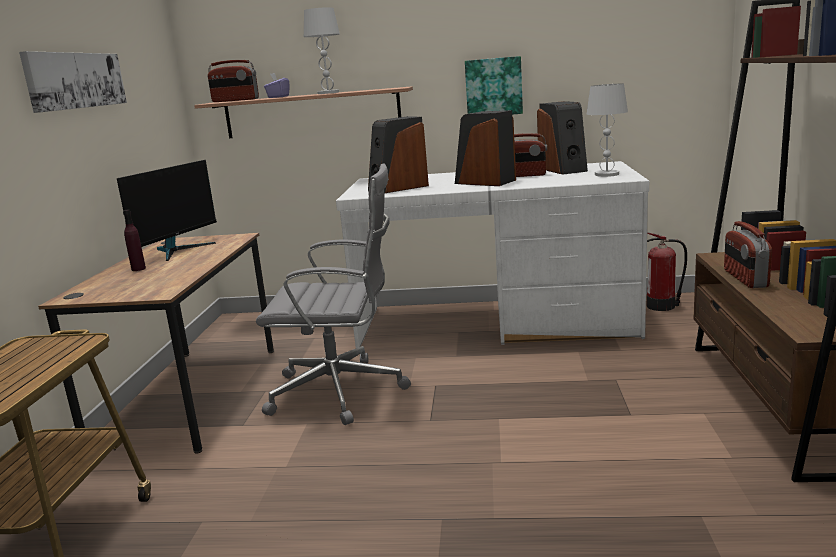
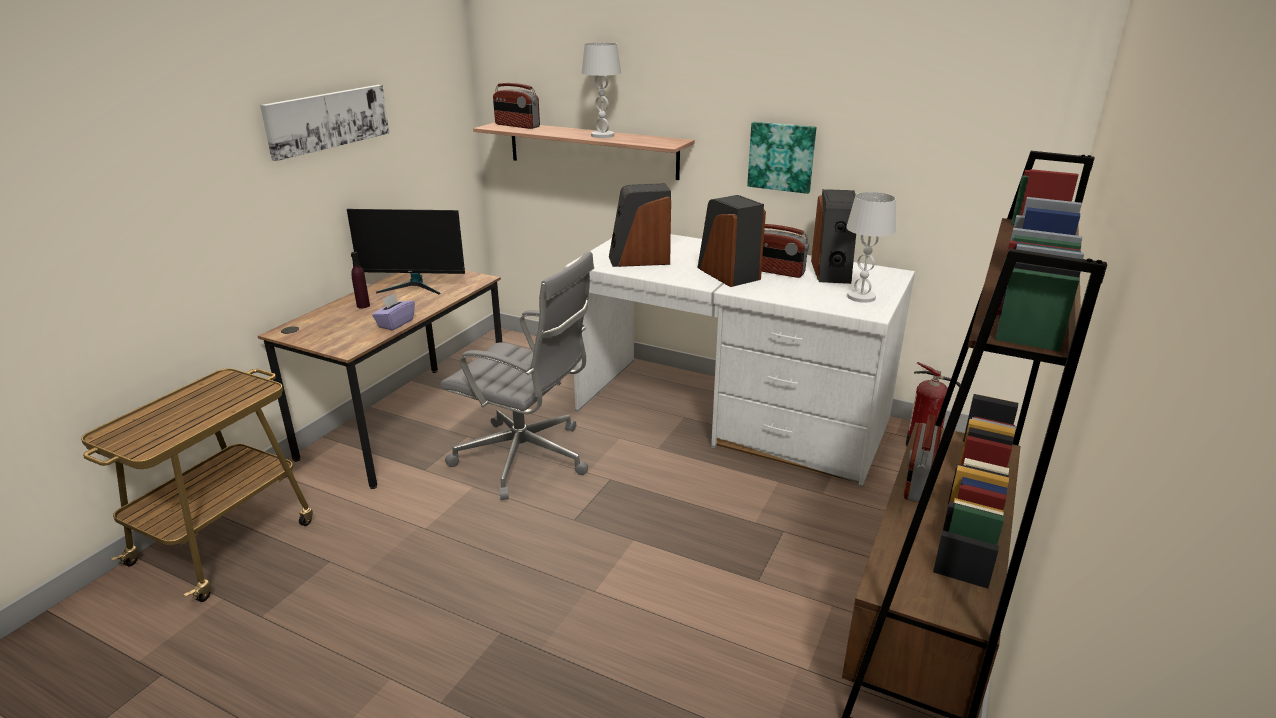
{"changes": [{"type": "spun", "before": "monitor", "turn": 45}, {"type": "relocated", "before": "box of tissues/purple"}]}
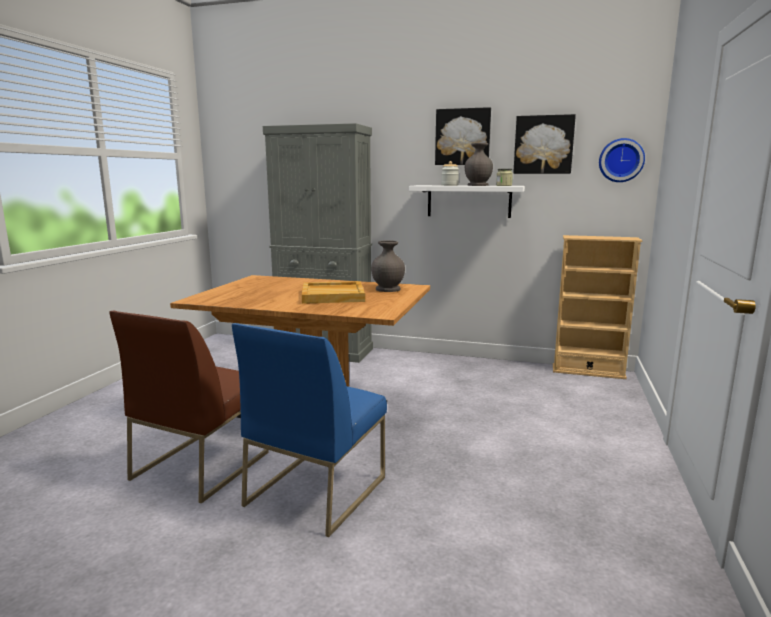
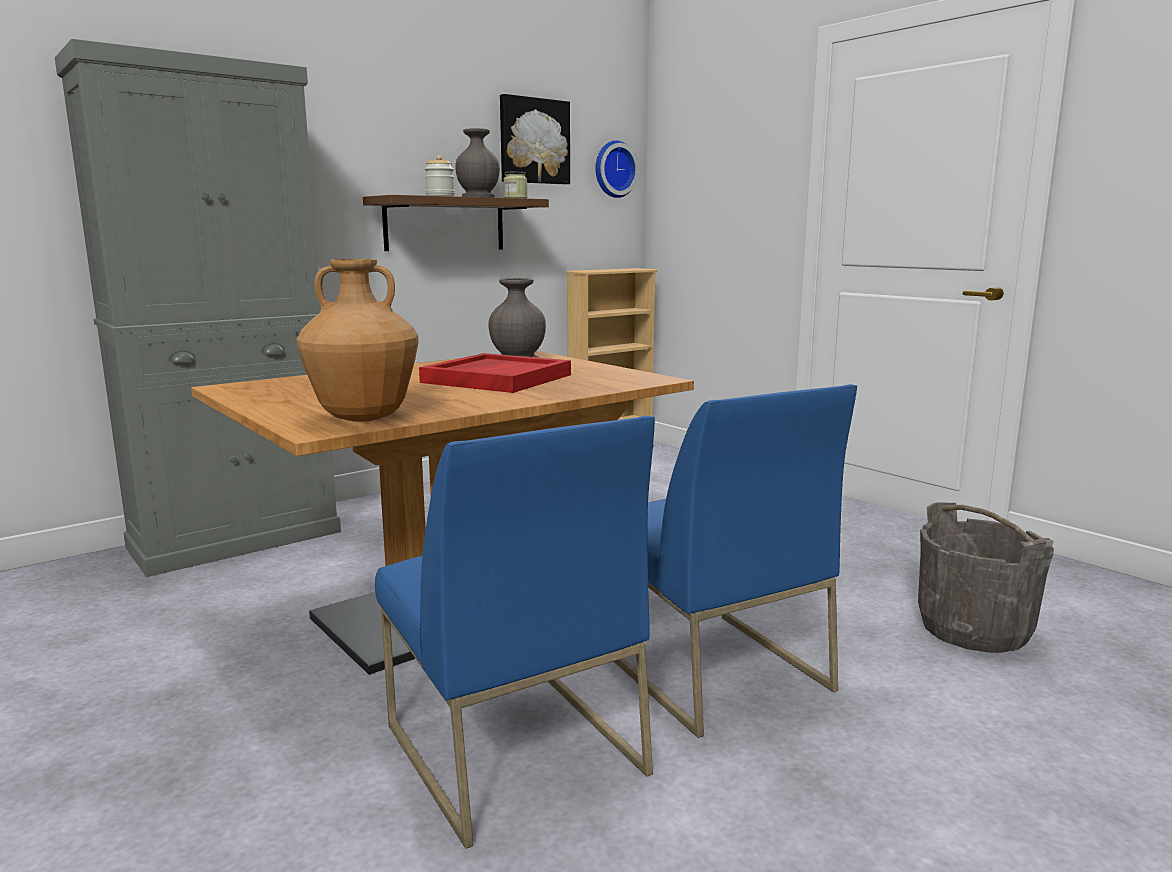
{"changes": [{"type": "colour", "before": "upright chair/brown", "after": "upright chair/blue-coloured (no. 1 from left)"}, {"type": "colour", "before": "carrying tray/beige", "after": "carrying tray/reddish"}, {"type": "colour", "before": "shelf/white", "after": "shelf/brown"}, {"type": "missing", "before": "wall picture (no. 1 from left)"}, {"type": "appeared", "after": "flower vase/brown"}, {"type": "appeared", "after": "pail/gray"}]}
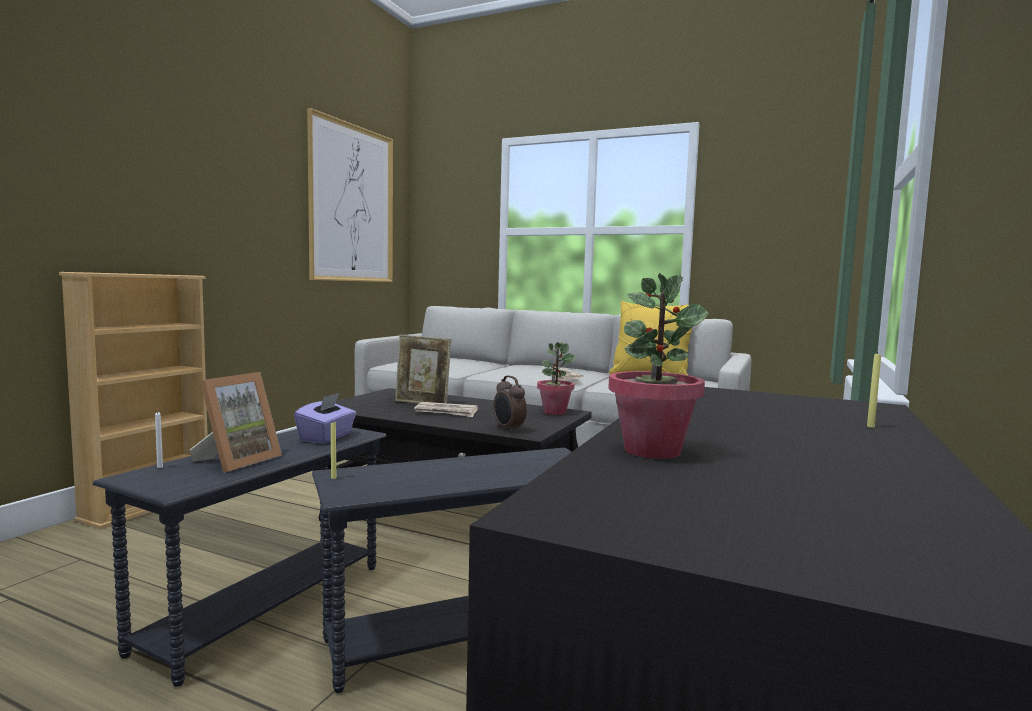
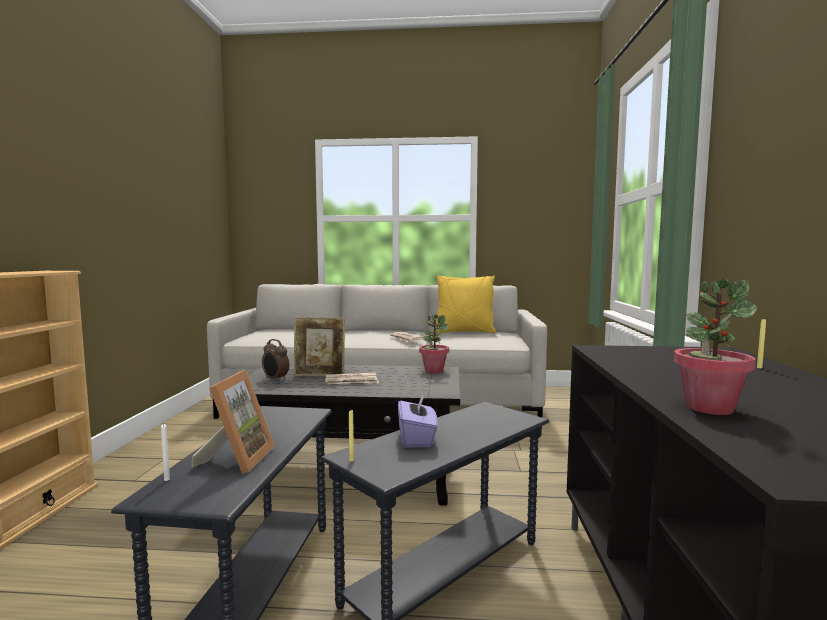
{"changes": [{"type": "relocated", "before": "box of tissues/purple"}, {"type": "missing", "before": "wall picture"}, {"type": "relocated", "before": "table clock"}]}
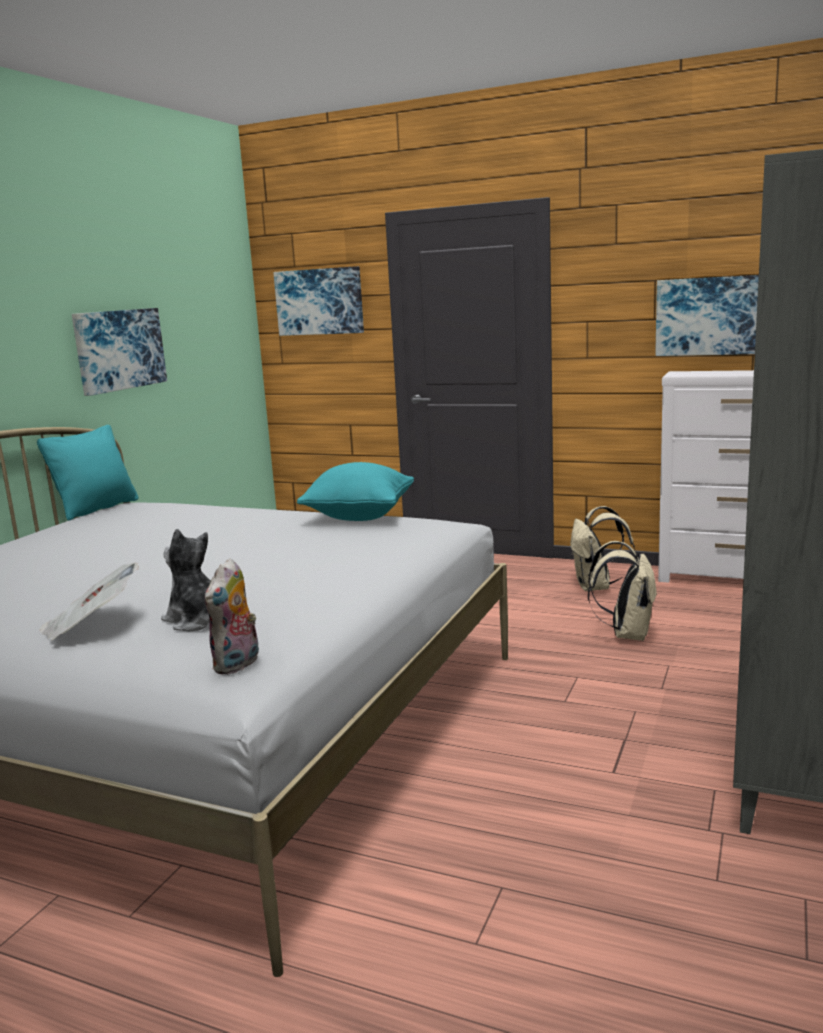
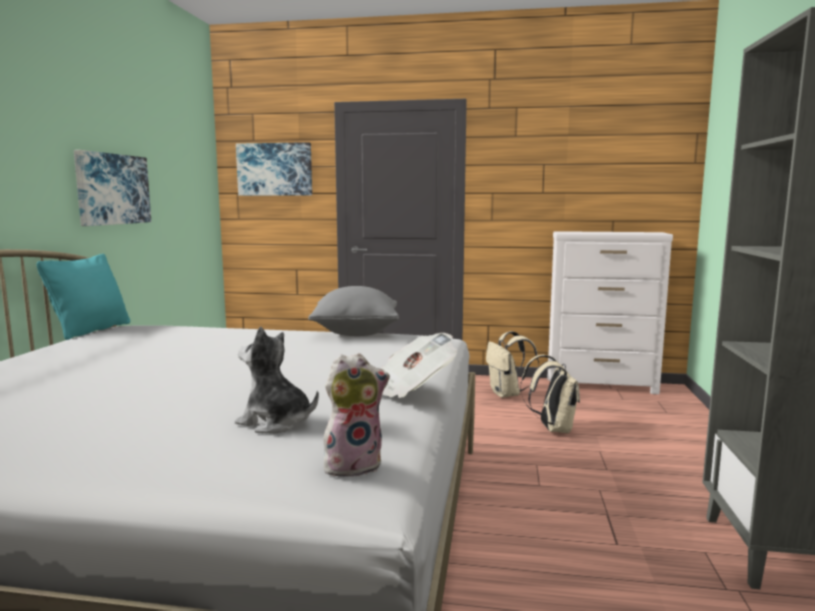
{"changes": [{"type": "relocated", "before": "newspaper"}, {"type": "spun", "before": "cuddly toy (no. 2 from left)", "turn": -120}, {"type": "colour", "before": "pillow/turquoise-coloured (no. 2 from left)", "after": "pillow/gray"}, {"type": "missing", "before": "wall picture (no. 3 from left)"}]}
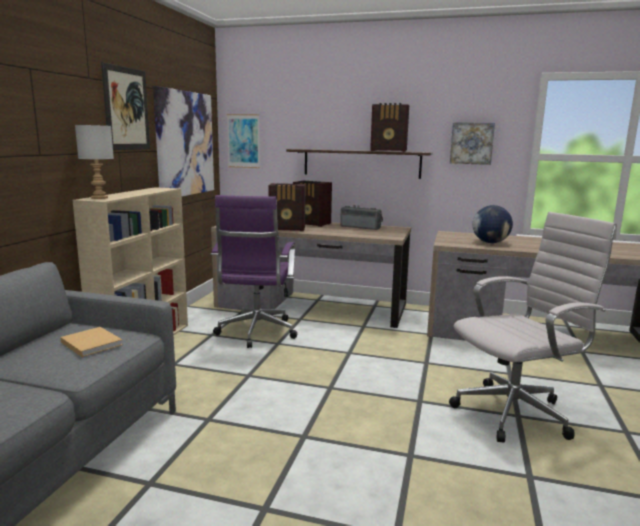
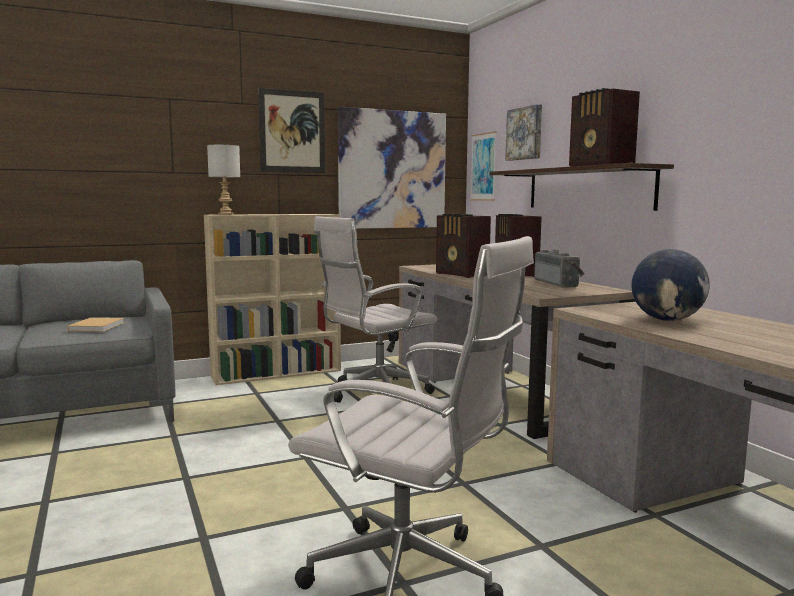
{"changes": [{"type": "colour", "before": "desk chair/purple", "after": "desk chair/white (no. 1 from left)"}, {"type": "relocated", "before": "wall picture (no. 4 from left)"}]}
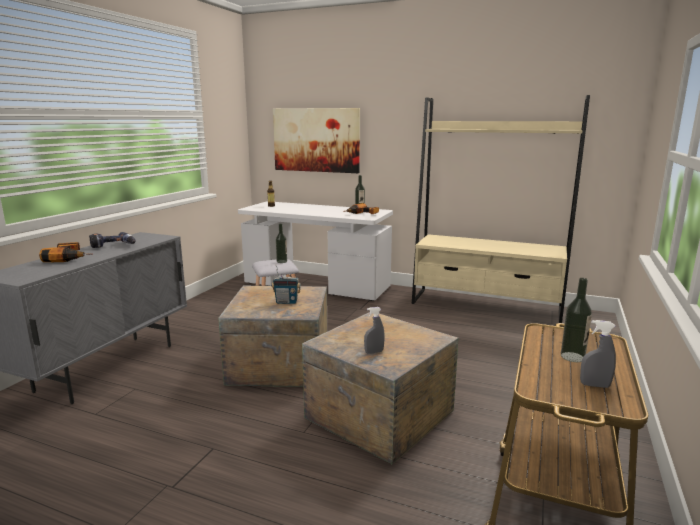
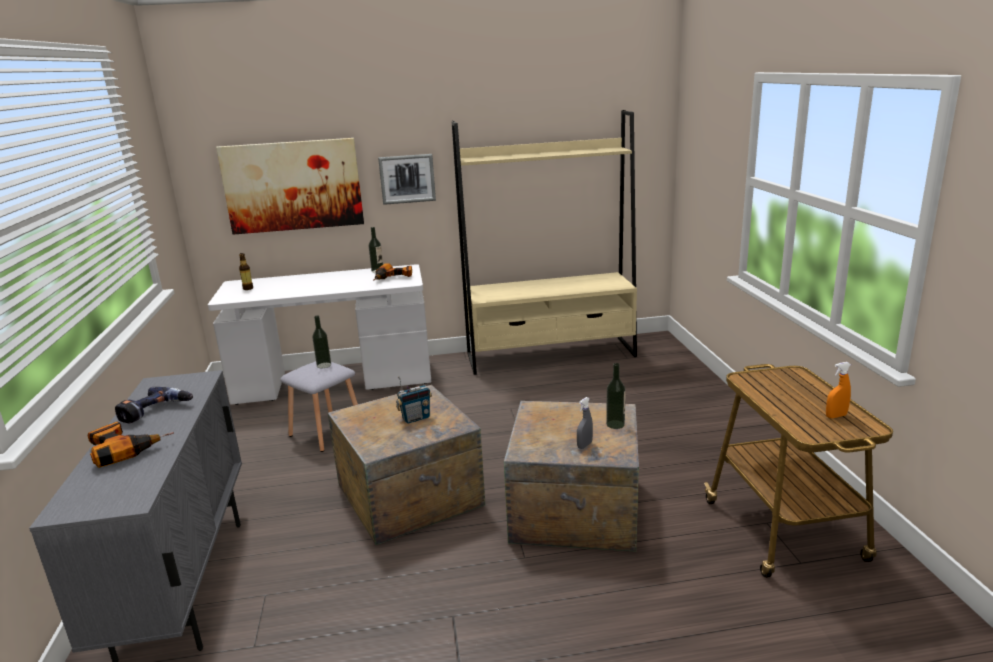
{"changes": [{"type": "relocated", "before": "drink bottle (no. 4 from left)"}, {"type": "colour", "before": "hand sprayer/gray (no. 2 from left)", "after": "hand sprayer/orange"}, {"type": "appeared", "after": "wall picture (no. 2 from left)"}]}
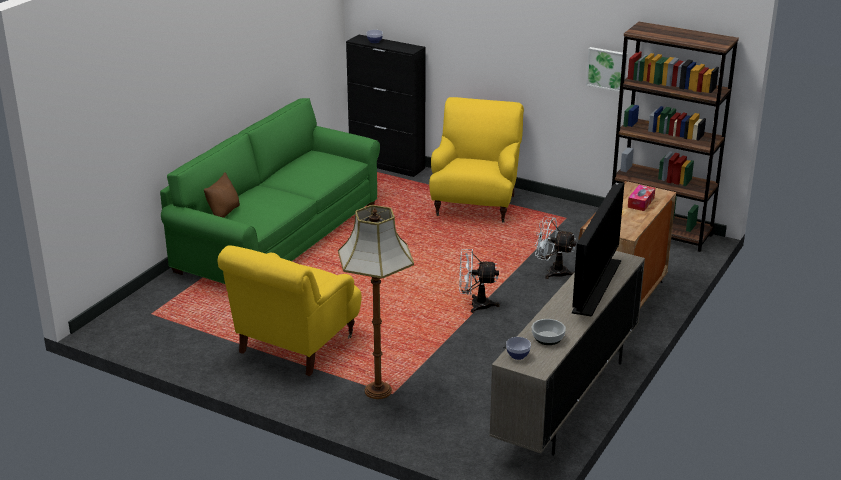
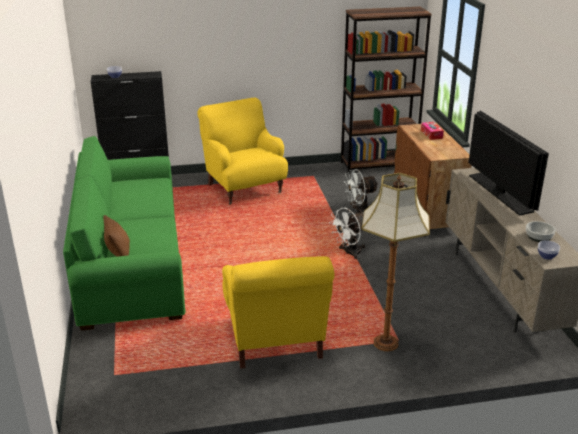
{"changes": [{"type": "missing", "before": "wall picture"}]}
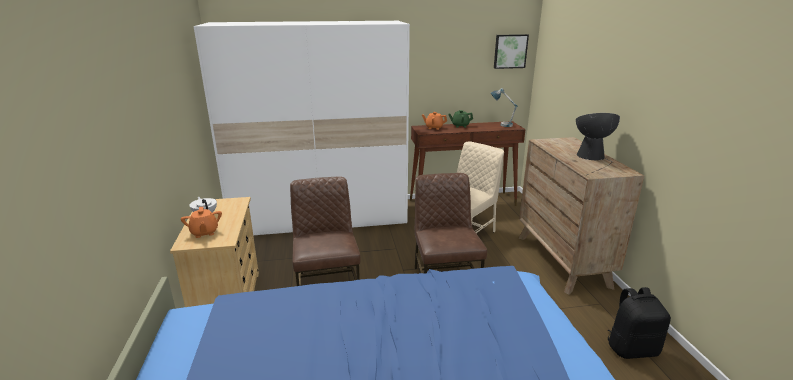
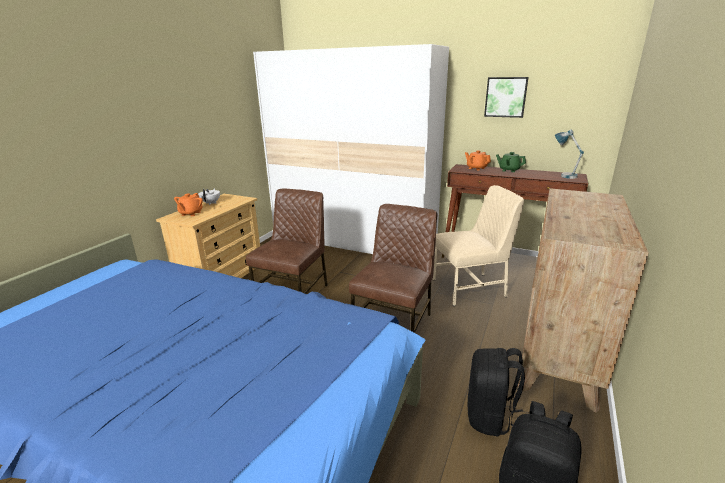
{"changes": [{"type": "relocated", "before": "wall picture"}, {"type": "missing", "before": "tabletop lamp (no. 2 from left)"}, {"type": "appeared", "after": "rucksack/blackish (no. 1 from left)"}]}
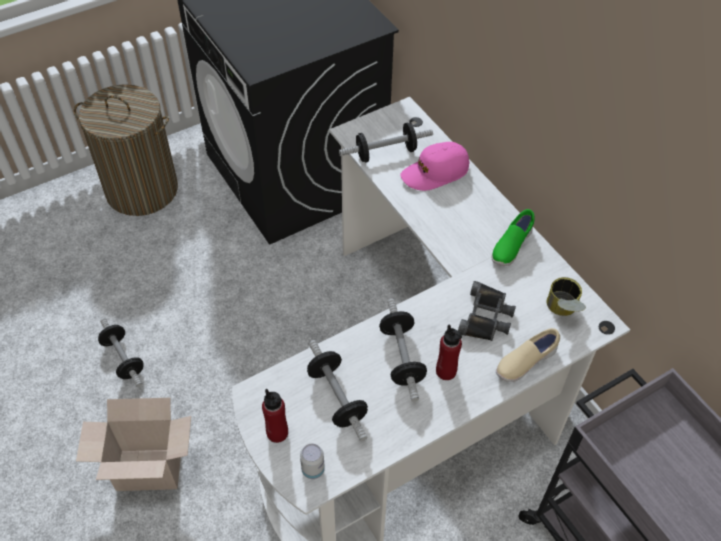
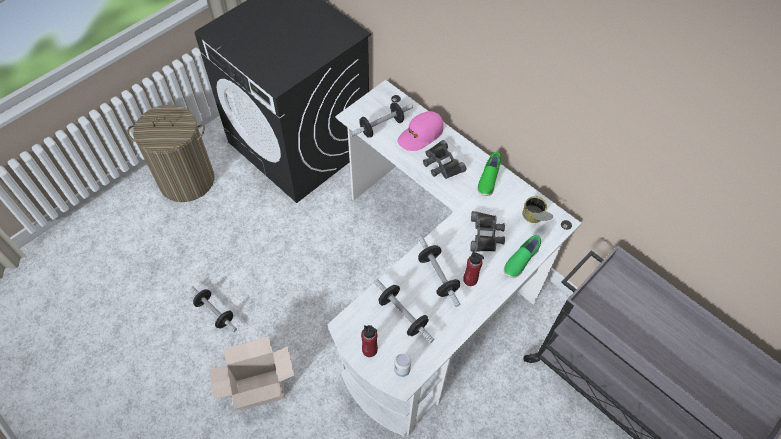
{"changes": [{"type": "colour", "before": "item of footwear/beige", "after": "item of footwear/green (no. 2 from left)"}, {"type": "appeared", "after": "pair of binoculars/blackish (no. 1 from left)"}]}
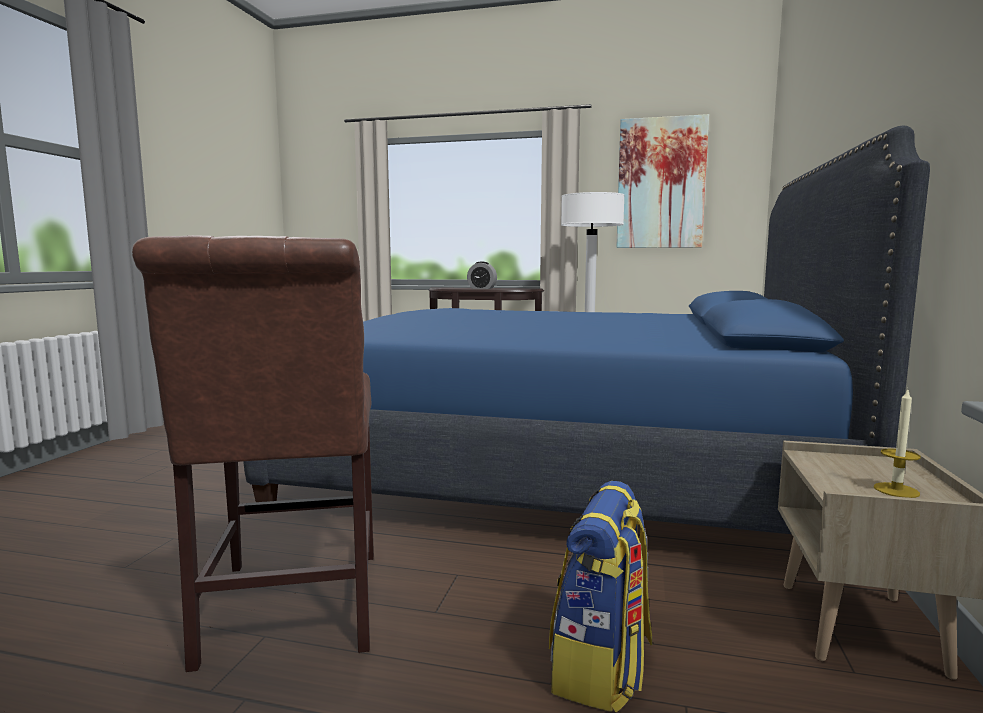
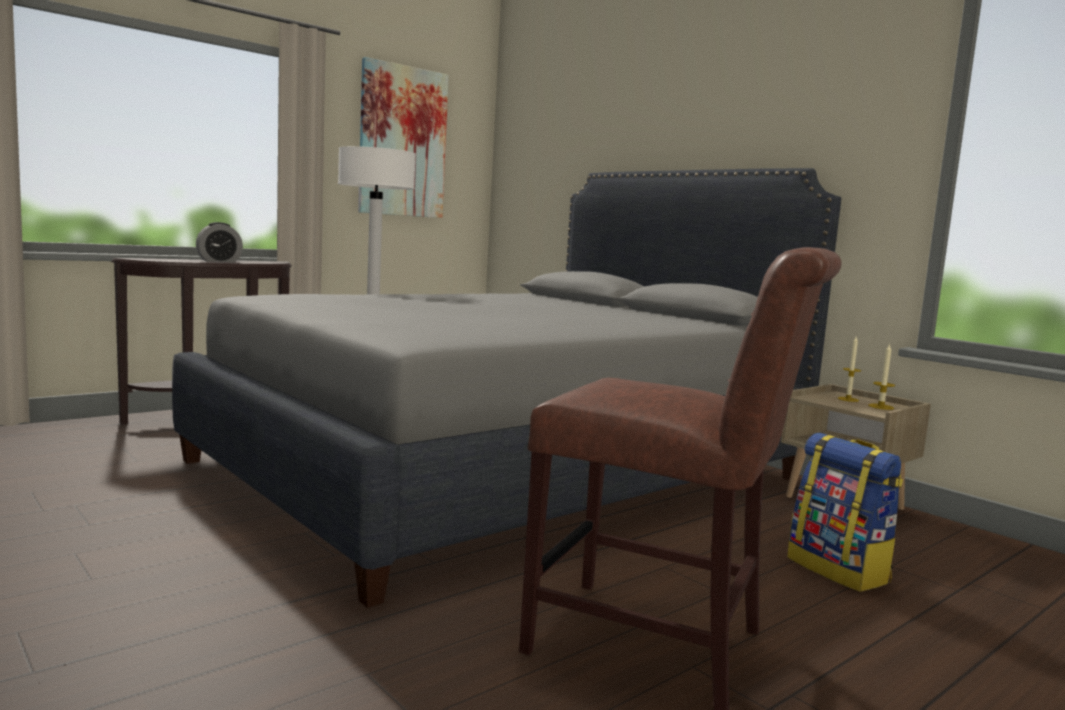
{"changes": [{"type": "colour", "before": "bedroom bed/blue-coloured", "after": "bedroom bed/gray"}, {"type": "appeared", "after": "candle (no. 1 from left)"}]}
